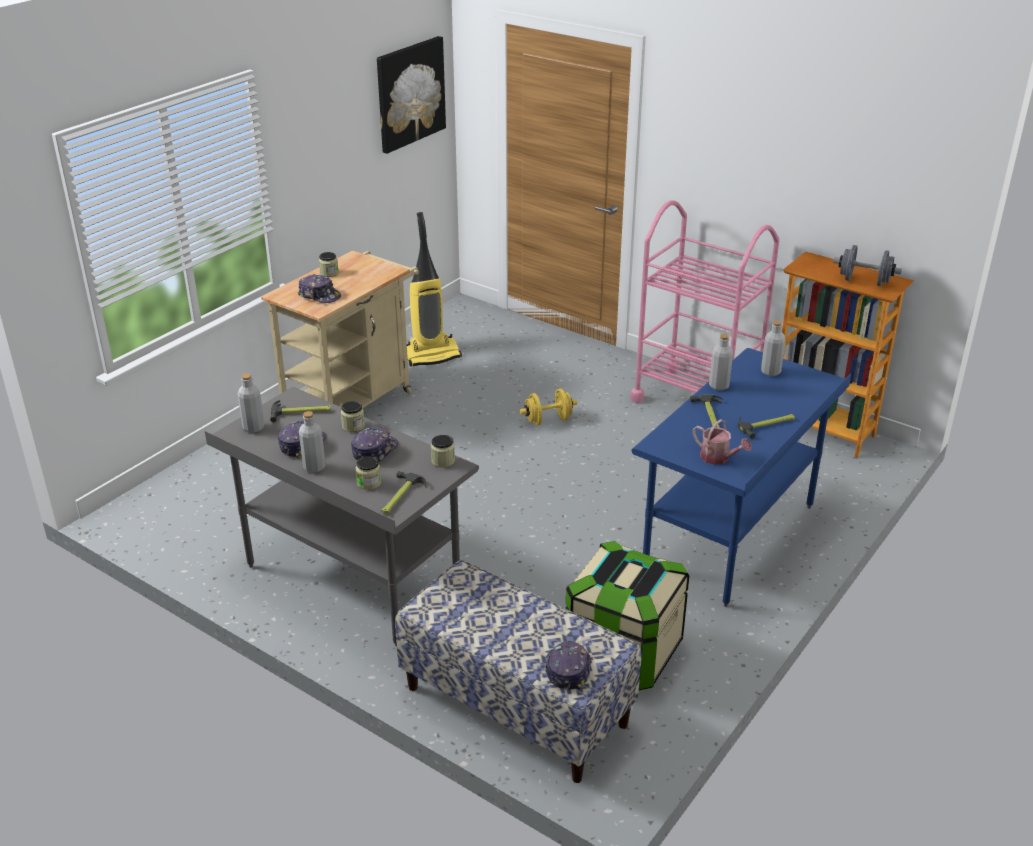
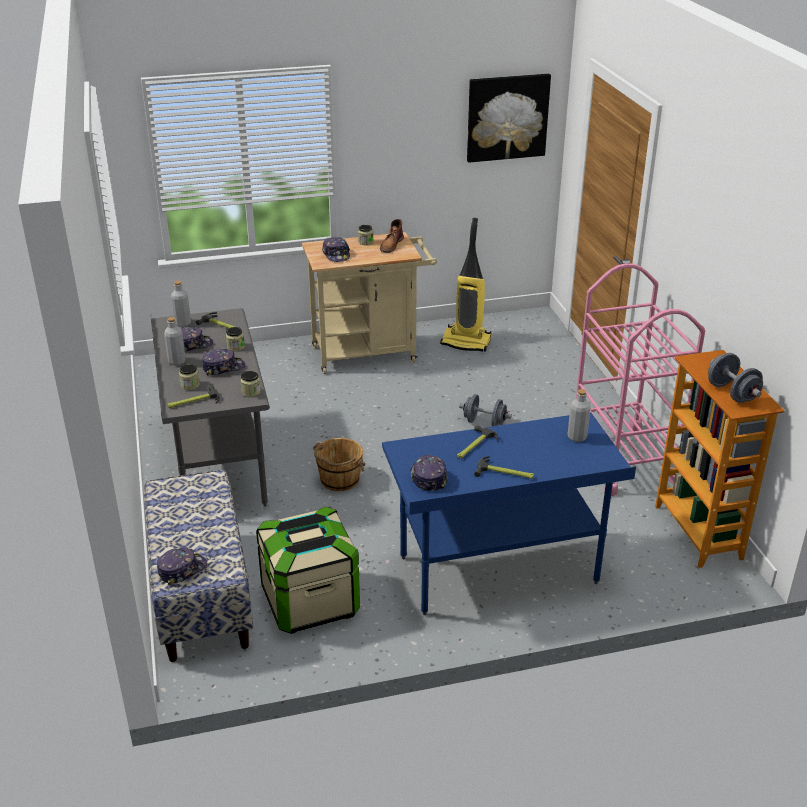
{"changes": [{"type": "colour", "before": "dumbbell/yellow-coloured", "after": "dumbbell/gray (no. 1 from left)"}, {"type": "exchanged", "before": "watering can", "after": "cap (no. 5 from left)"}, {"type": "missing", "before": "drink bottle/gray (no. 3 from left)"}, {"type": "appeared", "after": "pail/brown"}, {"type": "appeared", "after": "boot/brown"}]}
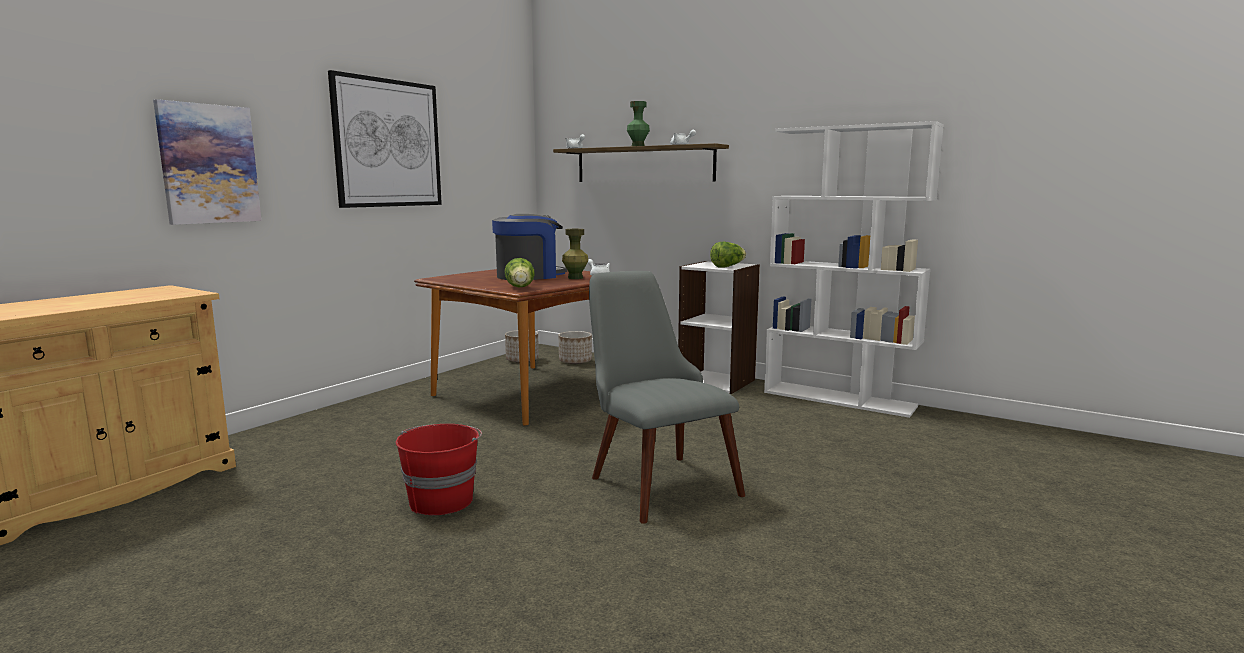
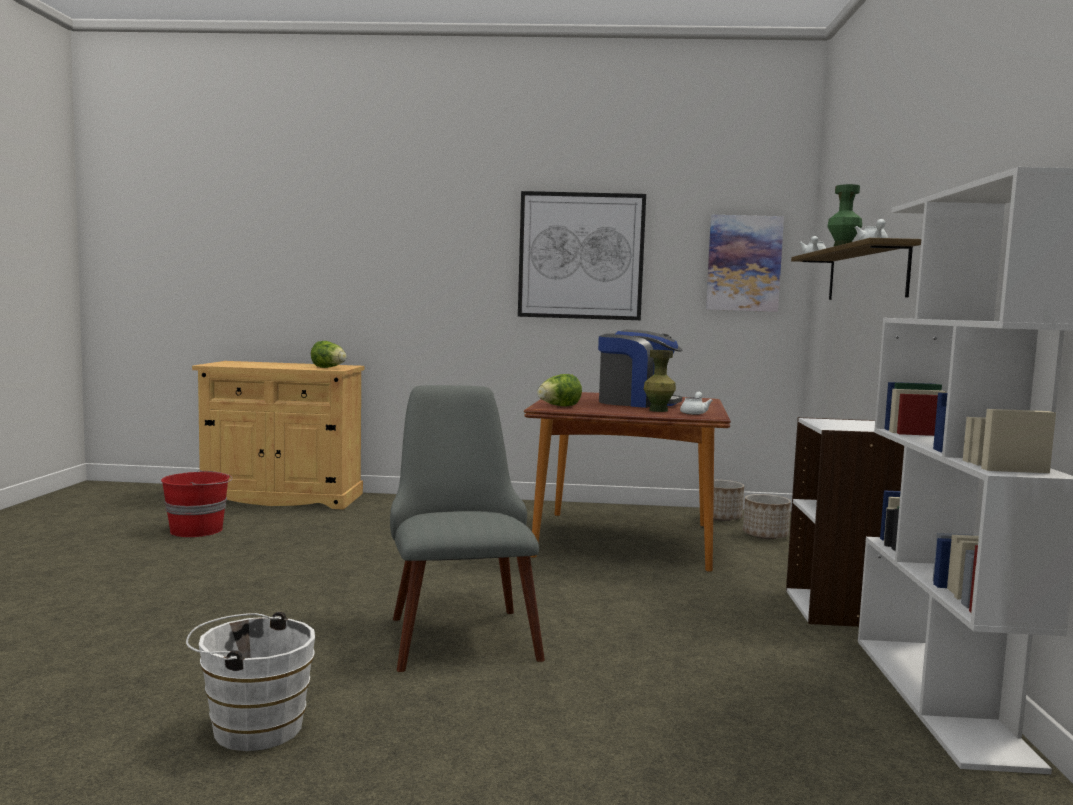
{"changes": [{"type": "relocated", "before": "wall picture (no. 1 from left in the first image)", "after": "wall picture (no. 2 from left)"}, {"type": "relocated", "before": "pail/reddish"}, {"type": "spun", "before": "upright chair/gray", "turn": -45}, {"type": "relocated", "before": "lettuce head (no. 2 from left in the first image)", "after": "lettuce head (no. 1 from left)"}, {"type": "appeared", "after": "pail/white"}]}
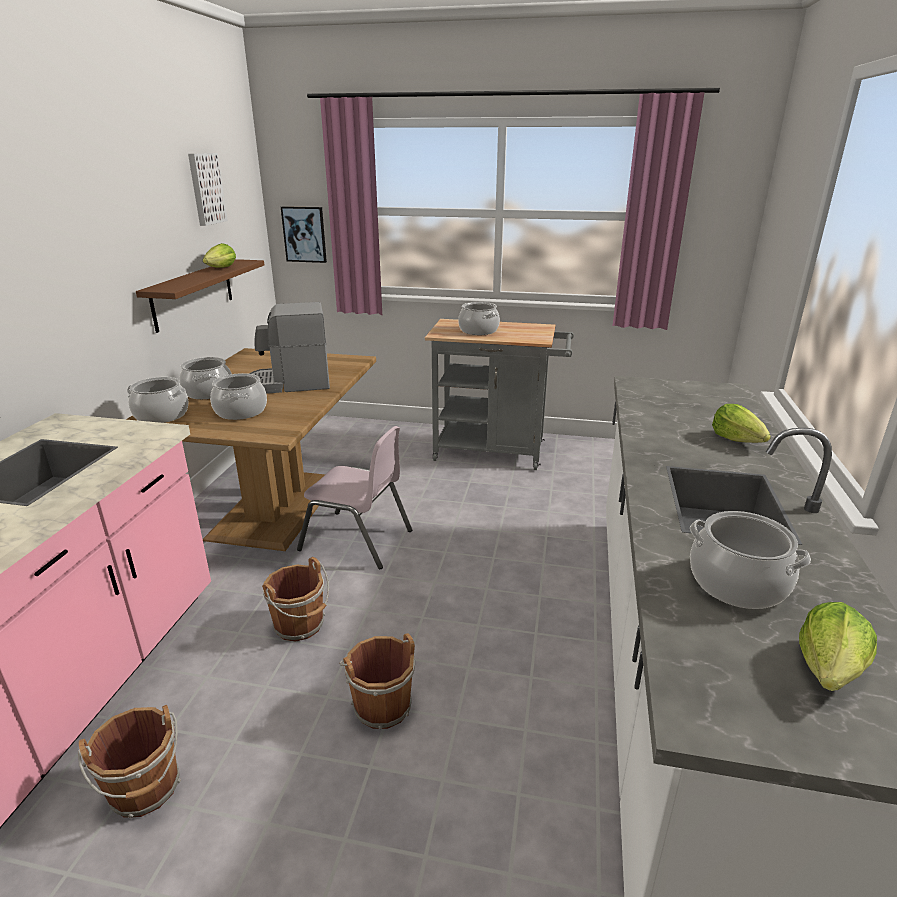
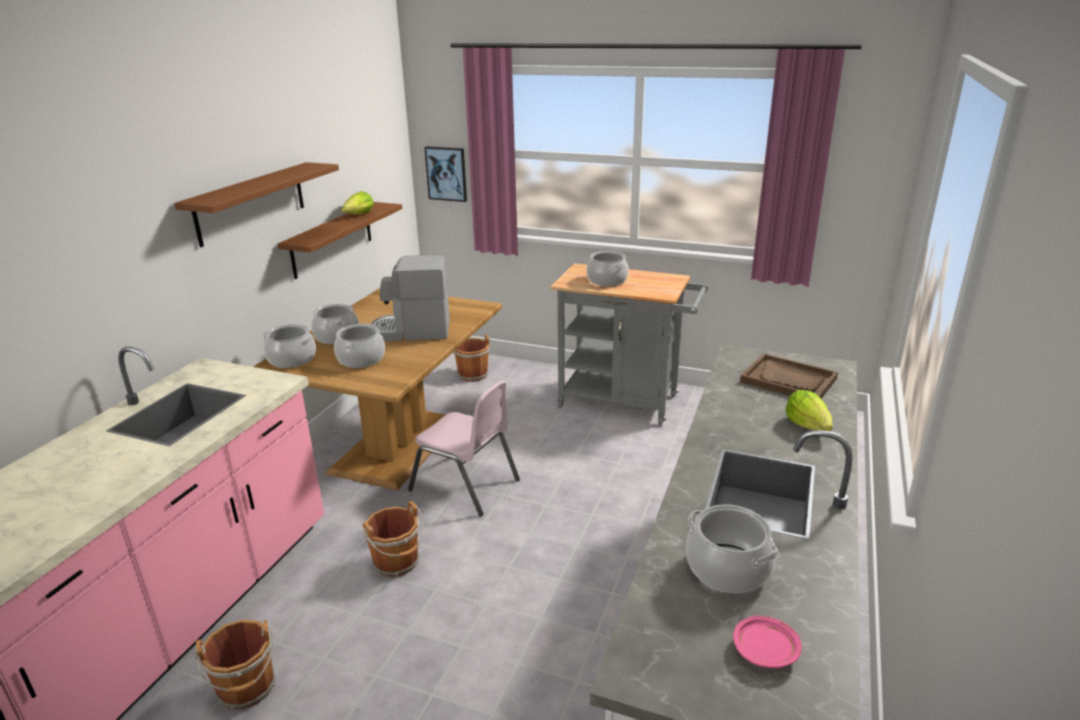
{"changes": [{"type": "missing", "before": "wall picture (no. 1 from left)"}, {"type": "relocated", "before": "pail/brown (no. 3 from left)"}, {"type": "exchanged", "before": "lettuce head (no. 3 from left)", "after": "flat dish/pinkish"}, {"type": "appeared", "after": "shelf/brown (no. 1 from left)"}, {"type": "appeared", "after": "carrying tray/brown"}]}
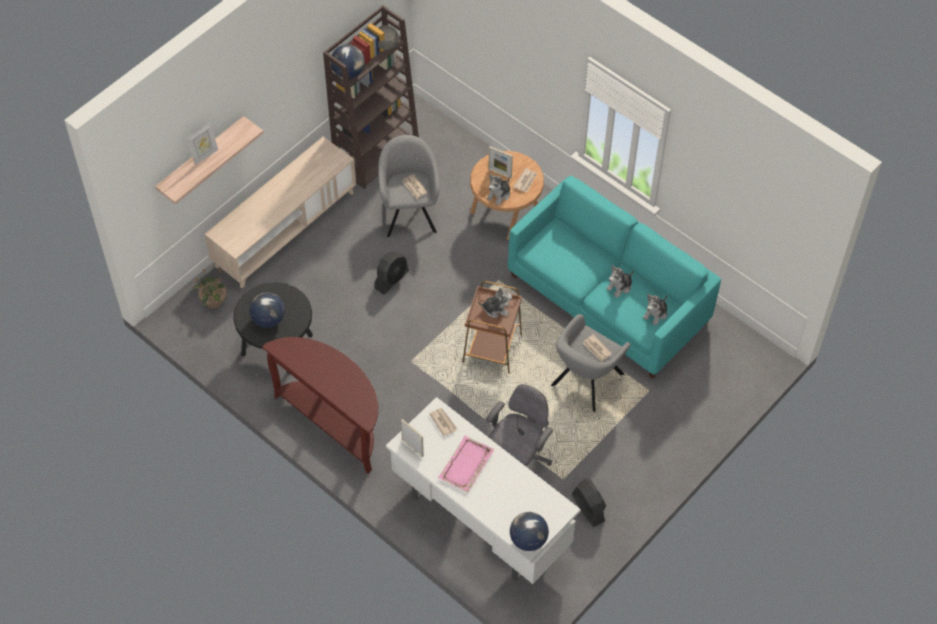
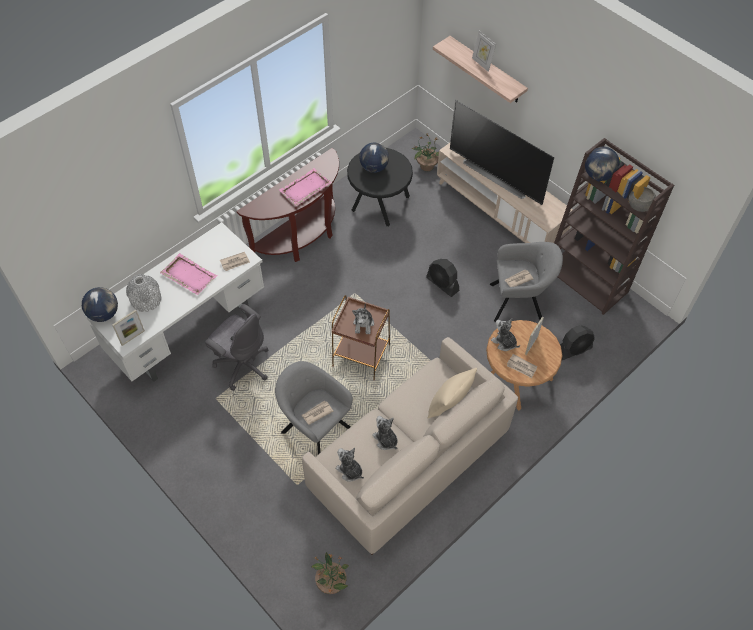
{"changes": [{"type": "relocated", "before": "picture frame (no. 2 from left in the first image)", "after": "picture frame (no. 1 from left)"}, {"type": "colour", "before": "settee/turquoise-coloured", "after": "settee/beige"}, {"type": "relocated", "before": "electric fan/blackish (no. 2 from left)"}, {"type": "appeared", "after": "flower vase/gray"}, {"type": "appeared", "after": "carrying tray/pinkish (no. 2 from left)"}, {"type": "appeared", "after": "houseplant (no. 1 from left)"}, {"type": "appeared", "after": "pillow/beige"}, {"type": "appeared", "after": "TV set"}]}
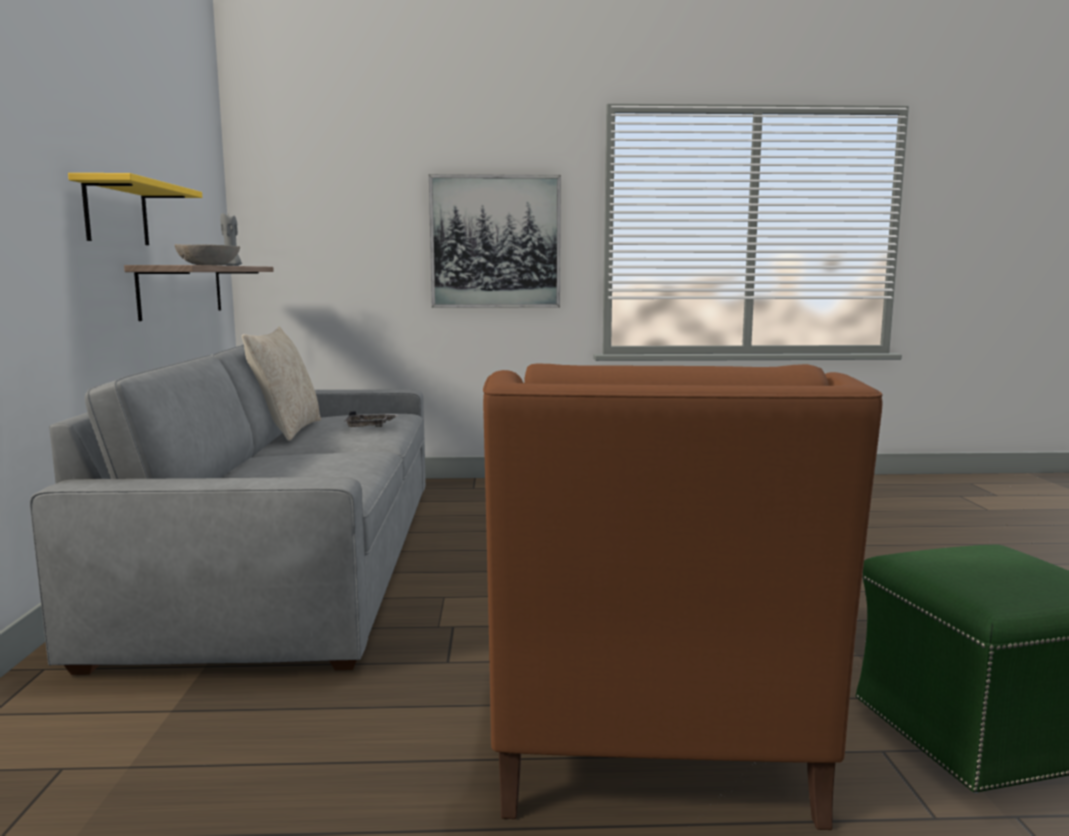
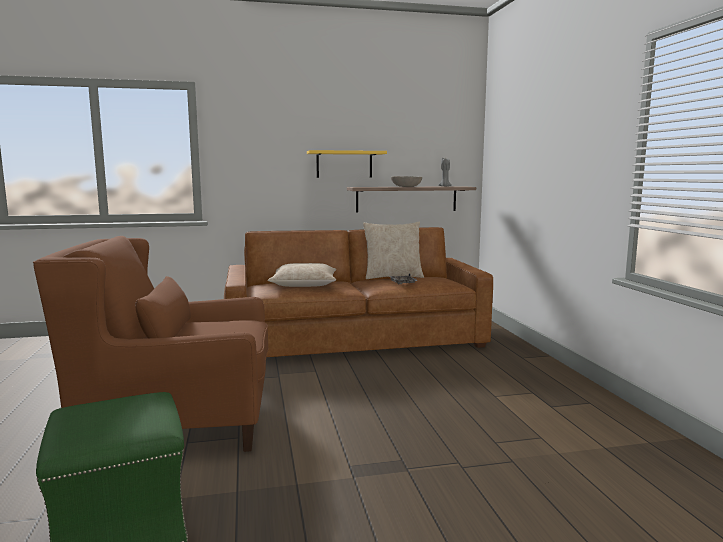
{"changes": [{"type": "colour", "before": "settee/gray", "after": "settee/brown"}, {"type": "missing", "before": "wall picture"}, {"type": "appeared", "after": "pillow/beige (no. 1 from left)"}]}
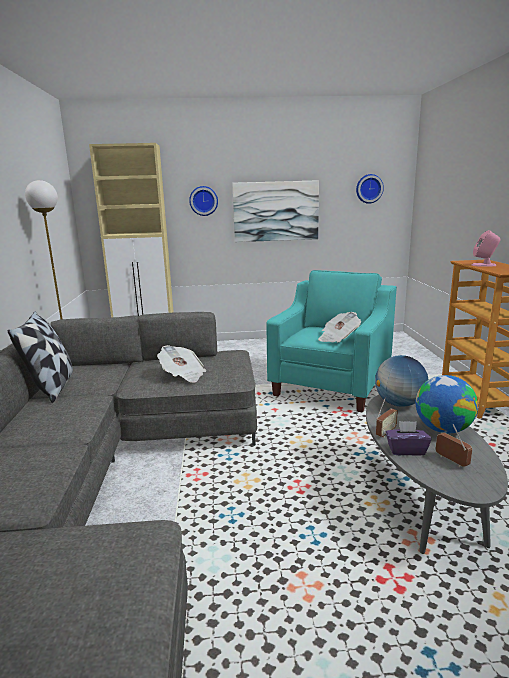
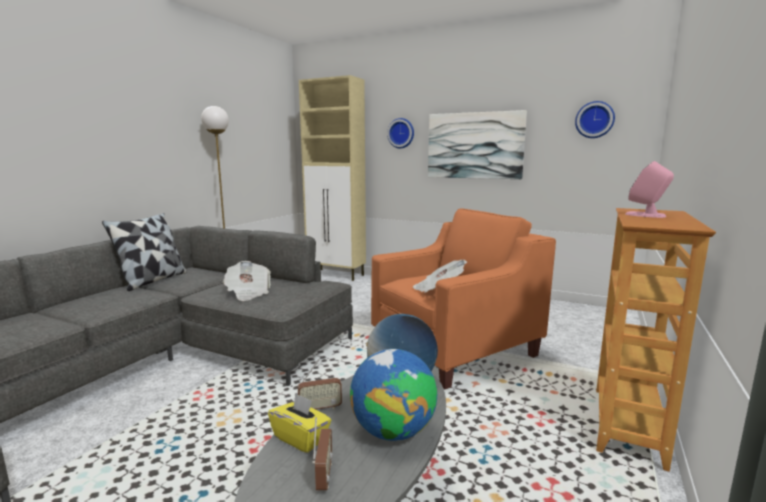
{"changes": [{"type": "colour", "before": "easy chair/turquoise-coloured", "after": "easy chair/orange"}, {"type": "colour", "before": "box of tissues/purple", "after": "box of tissues/yellow-coloured"}]}
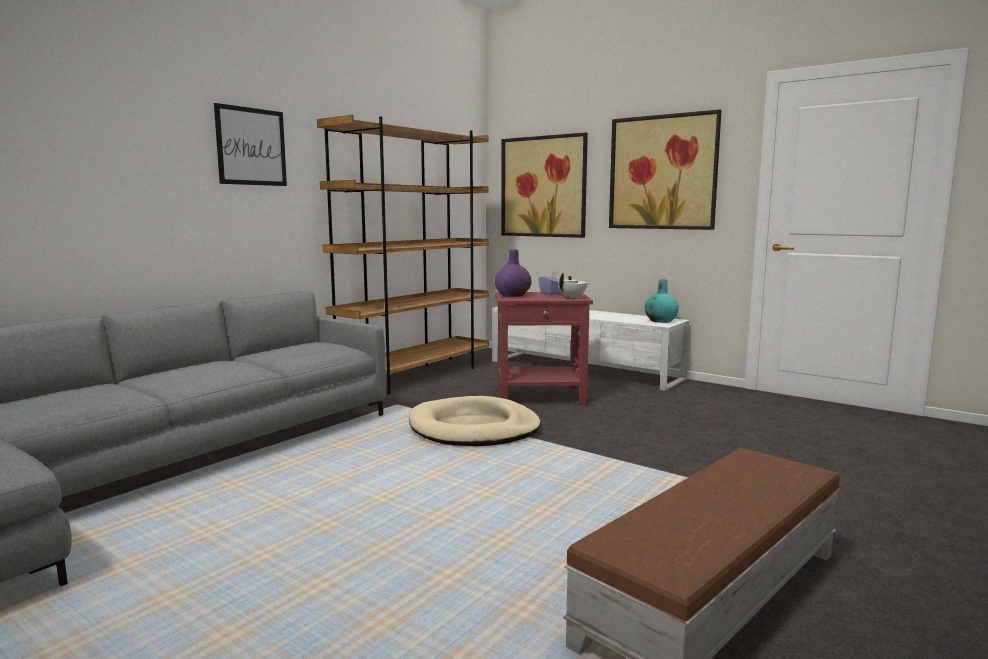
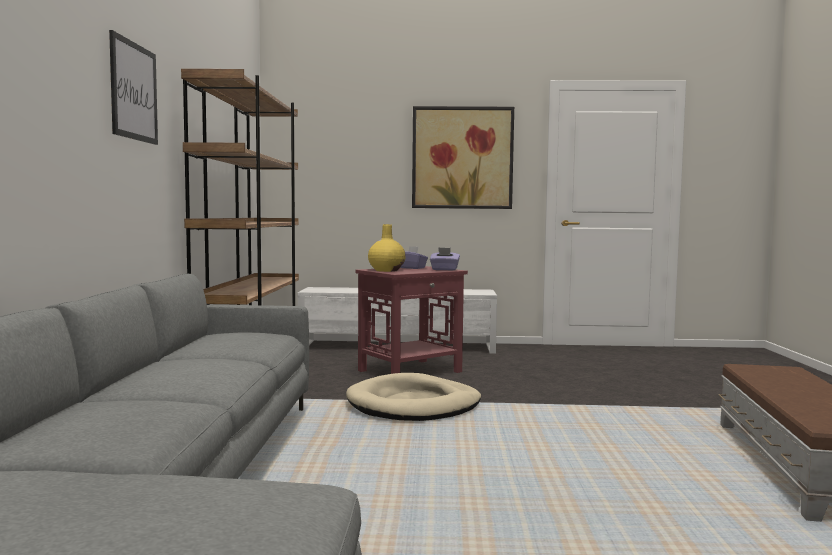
{"changes": [{"type": "colour", "before": "flower vase/purple", "after": "flower vase/yellow-coloured"}, {"type": "missing", "before": "wall picture (no. 2 from left)"}, {"type": "exchanged", "before": "teapot/white", "after": "box of tissues/purple (no. 2 from left)"}, {"type": "missing", "before": "flower vase/turquoise-coloured"}]}
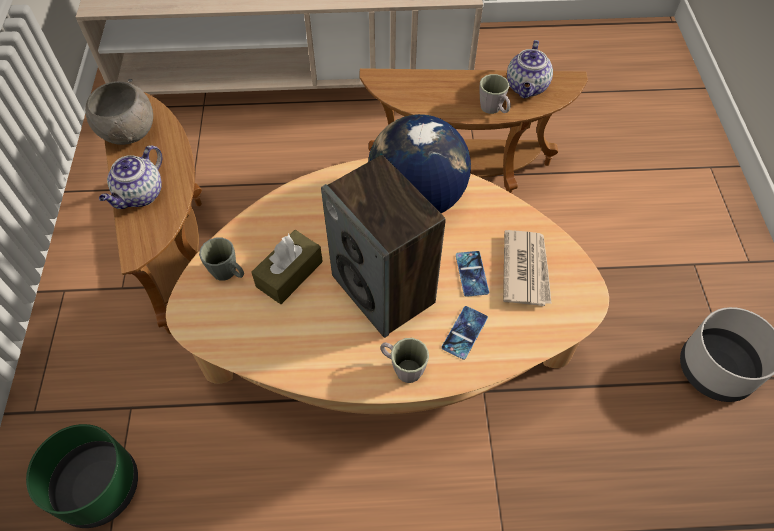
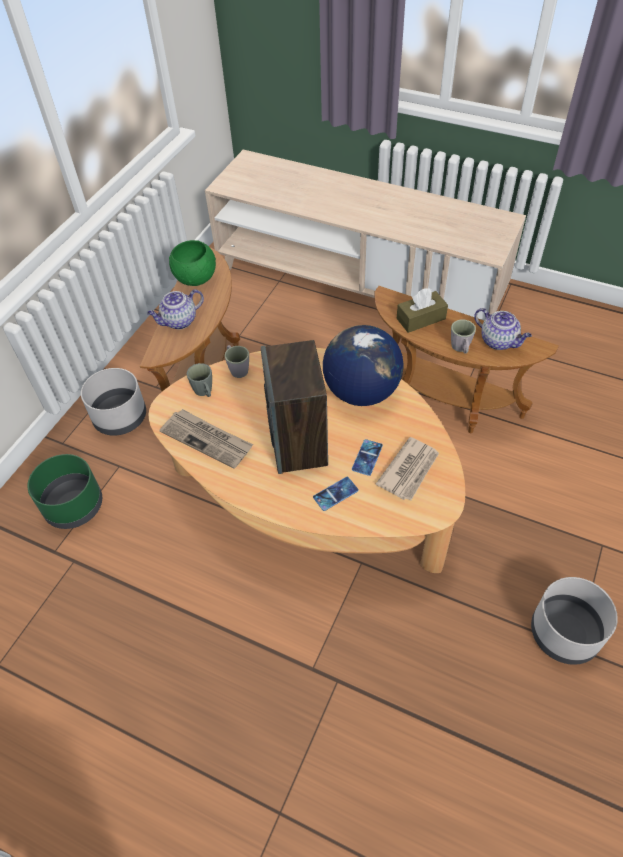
{"changes": [{"type": "colour", "before": "serving bowl/gray", "after": "serving bowl/green"}, {"type": "relocated", "before": "box of tissues/brown"}, {"type": "relocated", "before": "mug/gray (no. 2 from left)"}, {"type": "spun", "before": "teapot (no. 2 from left)", "turn": -90}, {"type": "appeared", "after": "planter/gray (no. 1 from left)"}, {"type": "appeared", "after": "newspaper (no. 1 from left)"}]}
